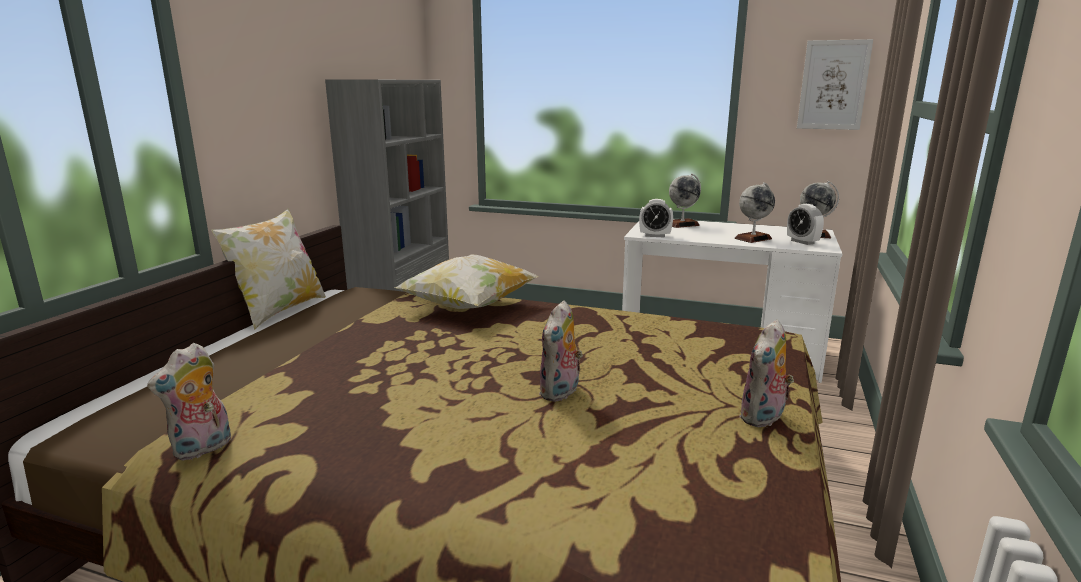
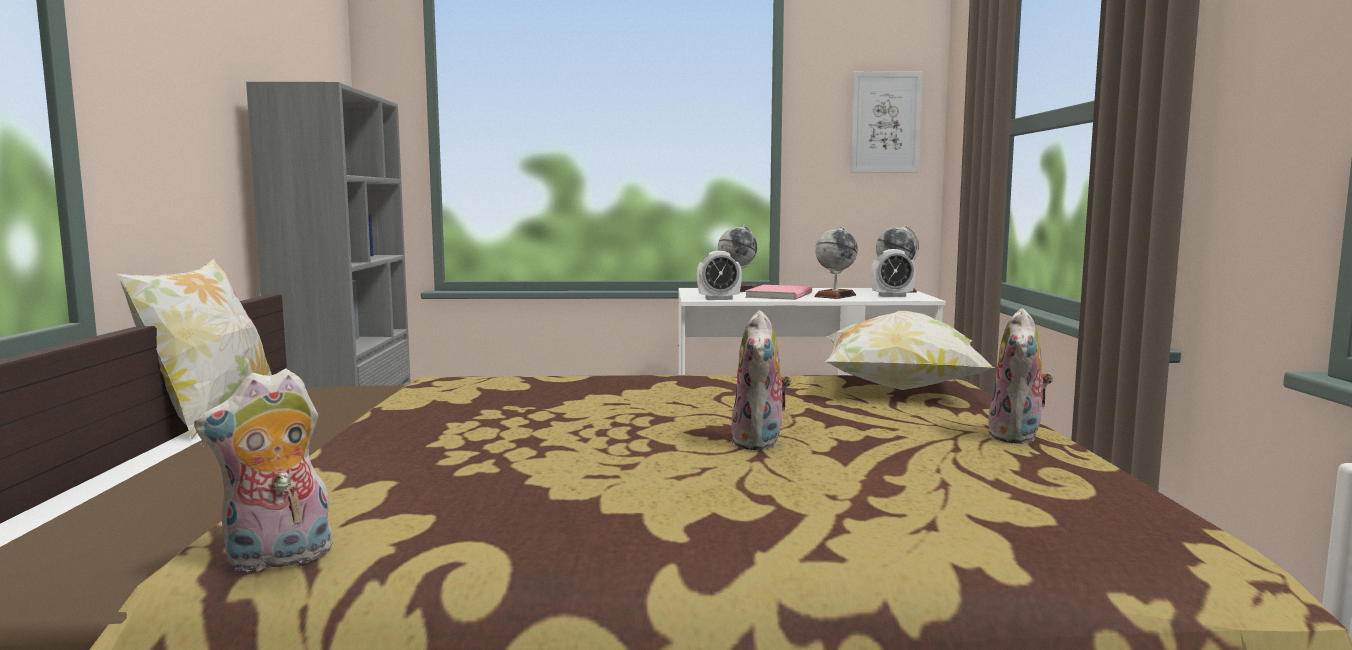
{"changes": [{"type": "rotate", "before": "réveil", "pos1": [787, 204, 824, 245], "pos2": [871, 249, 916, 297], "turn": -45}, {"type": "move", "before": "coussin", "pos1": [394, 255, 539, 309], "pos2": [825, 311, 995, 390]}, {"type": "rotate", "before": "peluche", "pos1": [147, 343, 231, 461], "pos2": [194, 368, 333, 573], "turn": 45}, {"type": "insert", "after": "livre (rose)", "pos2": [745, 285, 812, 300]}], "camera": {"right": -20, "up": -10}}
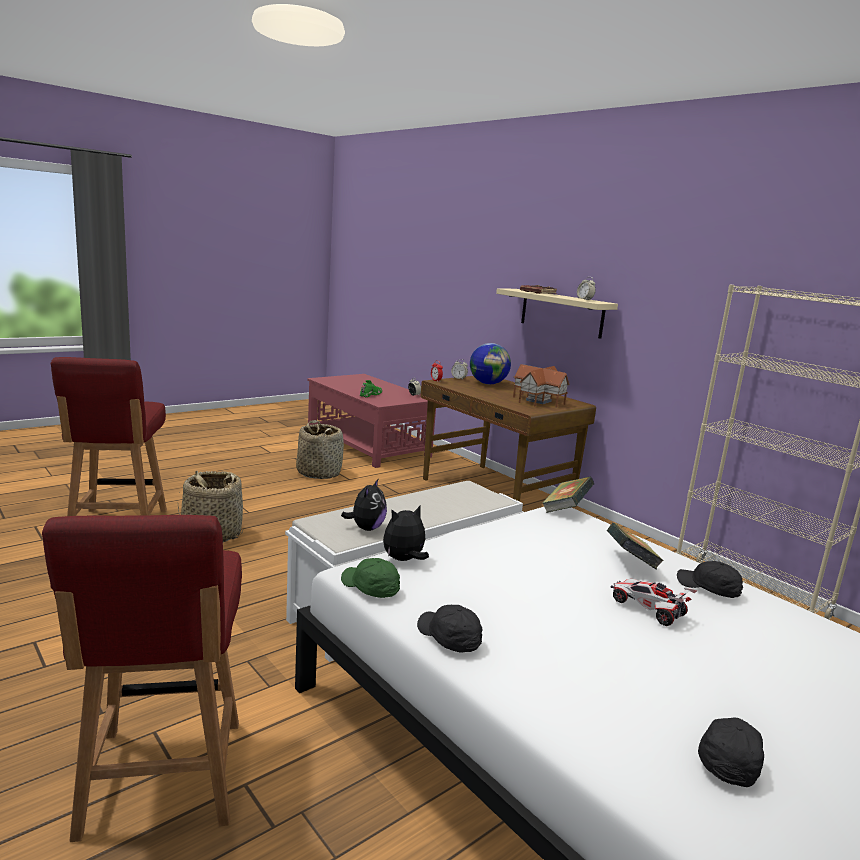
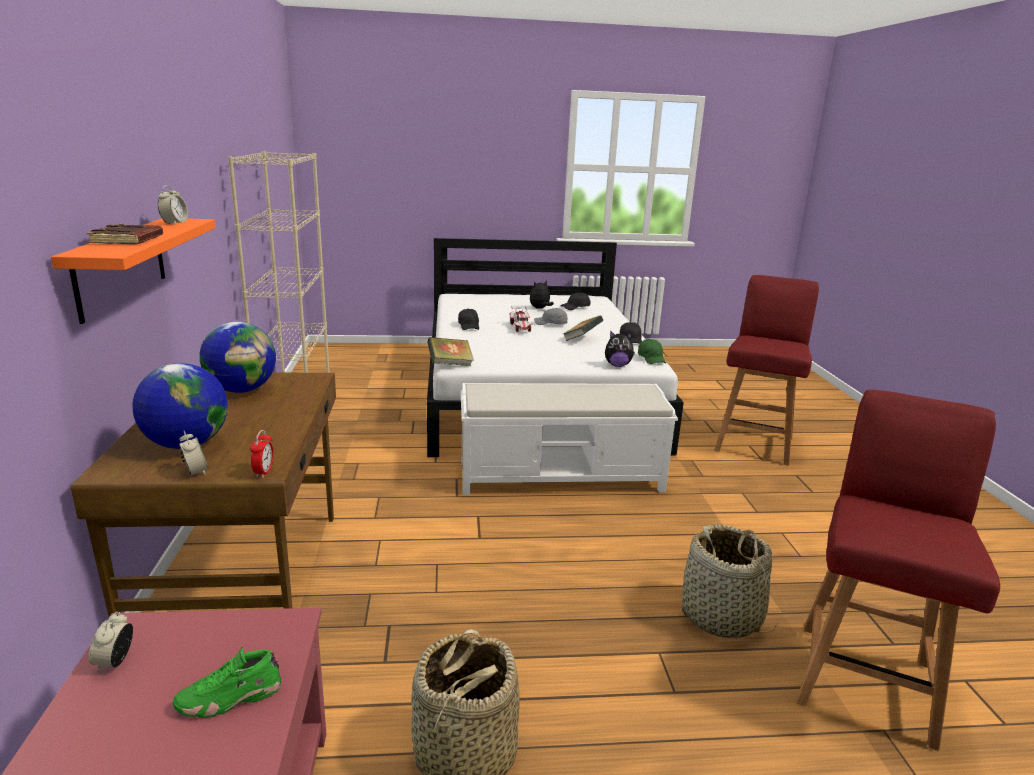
{"changes": [{"type": "recolor", "before": "étagère (beige)", "after": "étagère (orange)", "pos1": [496, 288, 618, 339], "pos2": [51, 219, 216, 324]}, {"type": "replace", "before": "maison miniature", "after": "globe", "pos1": [513, 364, 570, 407], "pos2": [200, 322, 276, 393]}, {"type": "move", "before": "peluche", "pos1": [341, 478, 387, 531], "pos2": [530, 280, 554, 309]}, {"type": "move", "before": "livre", "pos1": [607, 523, 664, 570], "pos2": [562, 315, 603, 341]}, {"type": "insert", "after": "casquette (gris)", "pos2": [534, 308, 568, 325]}], "camera": {"right": -145, "up": 5}}
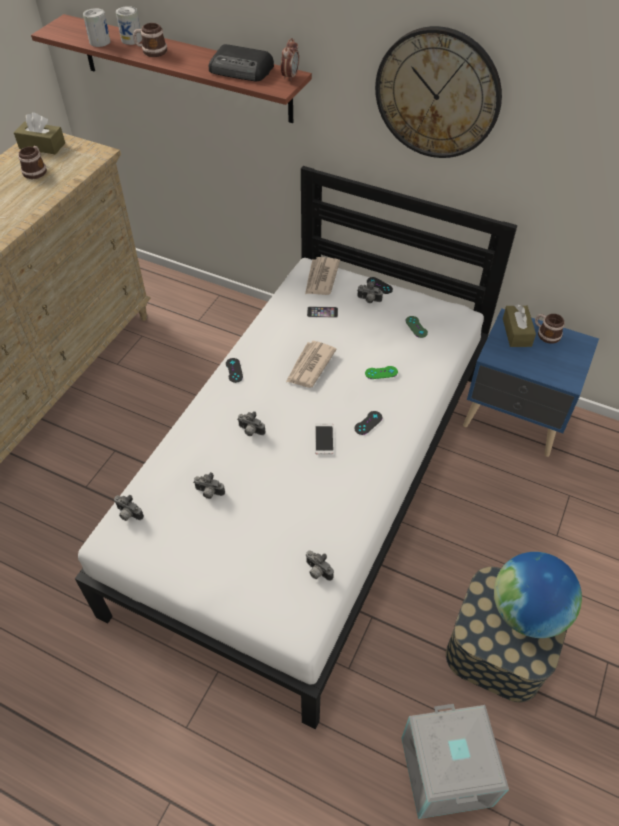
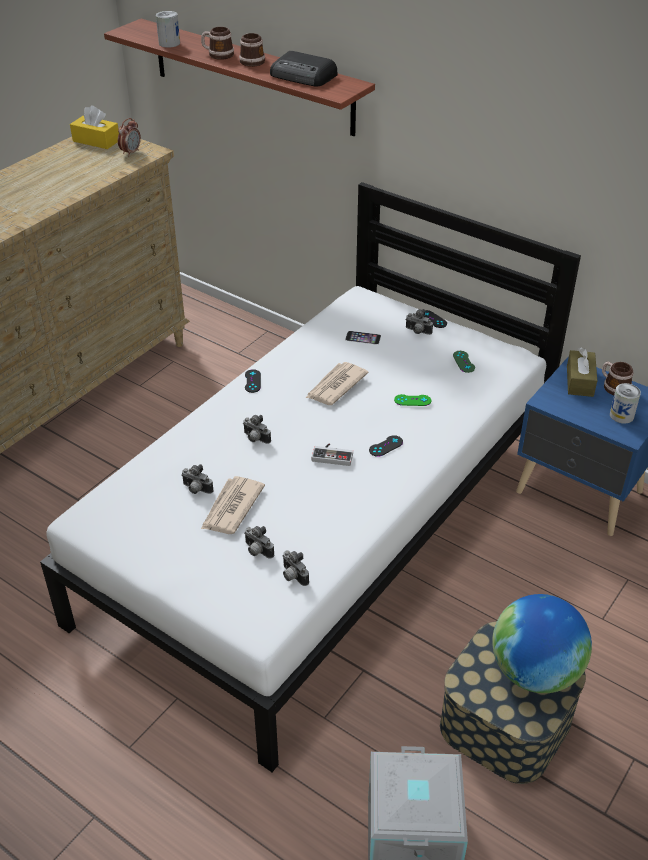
{"changes": [{"type": "move", "before": "boîte métallique", "pos1": [116, 6, 142, 45], "pos2": [610, 383, 641, 424]}, {"type": "delete", "before": "horloge murale", "pos1": [375, 26, 502, 158]}, {"type": "move", "before": "réveil", "pos1": [281, 38, 299, 82], "pos2": [118, 118, 141, 156]}, {"type": "recolor", "before": "boîte à mouchoirs (marron)", "after": "boîte à mouchoirs (jaune)", "pos1": [14, 112, 65, 155], "pos2": [70, 105, 119, 149]}, {"type": "move", "before": "mug", "pos1": [18, 146, 47, 179], "pos2": [239, 33, 265, 67]}, {"type": "move", "before": "journal", "pos1": [305, 257, 340, 295], "pos2": [201, 476, 265, 534]}, {"type": "replace", "before": "téléphone", "after": "manette", "pos1": [315, 423, 334, 455], "pos2": [312, 443, 353, 466]}, {"type": "move", "before": "appareil photo", "pos1": [114, 495, 144, 521], "pos2": [244, 526, 274, 559]}], "camera": {"right": 10, "up": -10}}
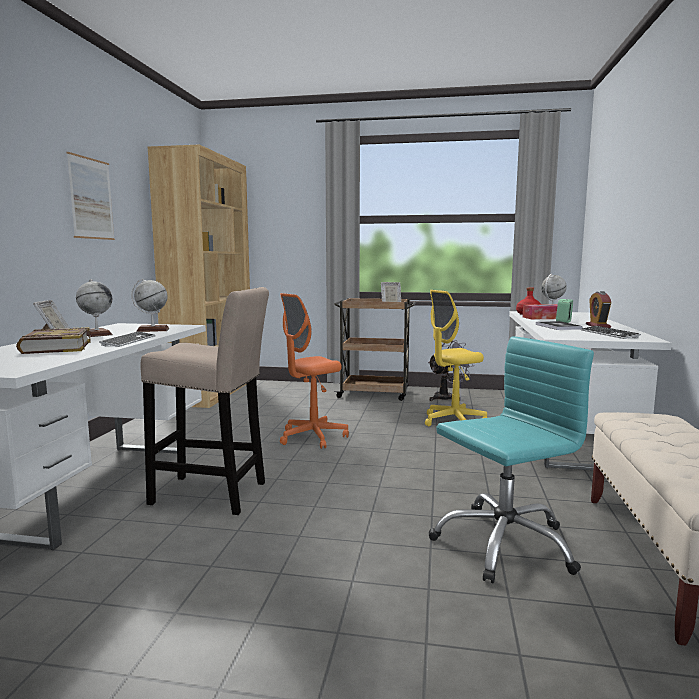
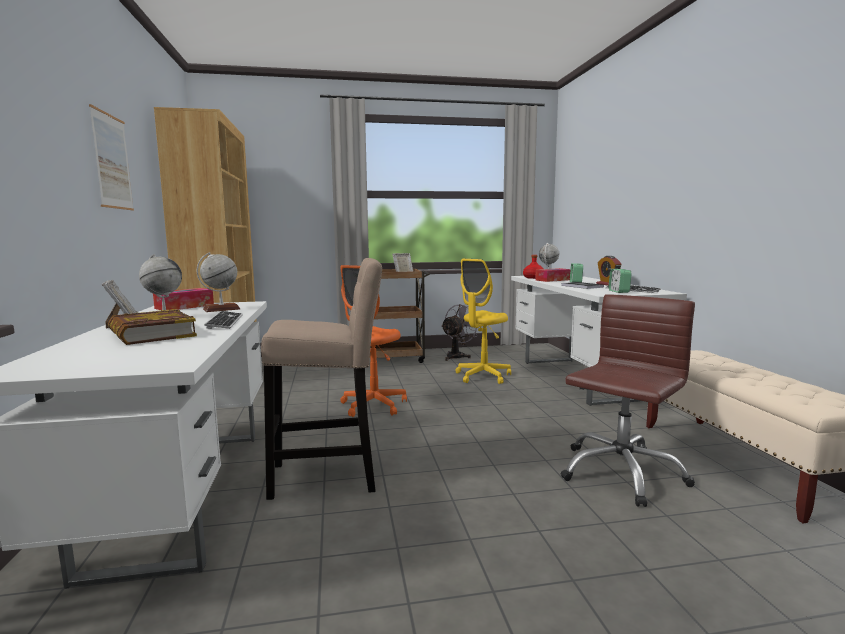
{"changes": [{"type": "recolor", "before": "chaise de bureau (turquoise)", "after": "chaise de bureau (marron)", "pos1": [429, 336, 594, 583], "pos2": [561, 294, 695, 507]}, {"type": "insert", "after": "réveil", "pos2": [608, 269, 632, 293]}, {"type": "insert", "after": "boîte à mouchoirs", "pos2": [153, 288, 214, 310]}], "camera": {"right": -20, "up": 0}}
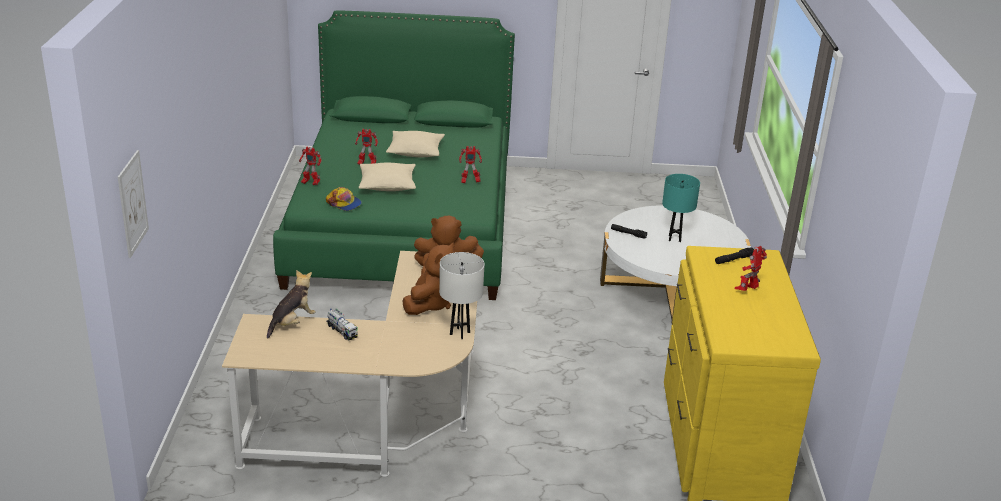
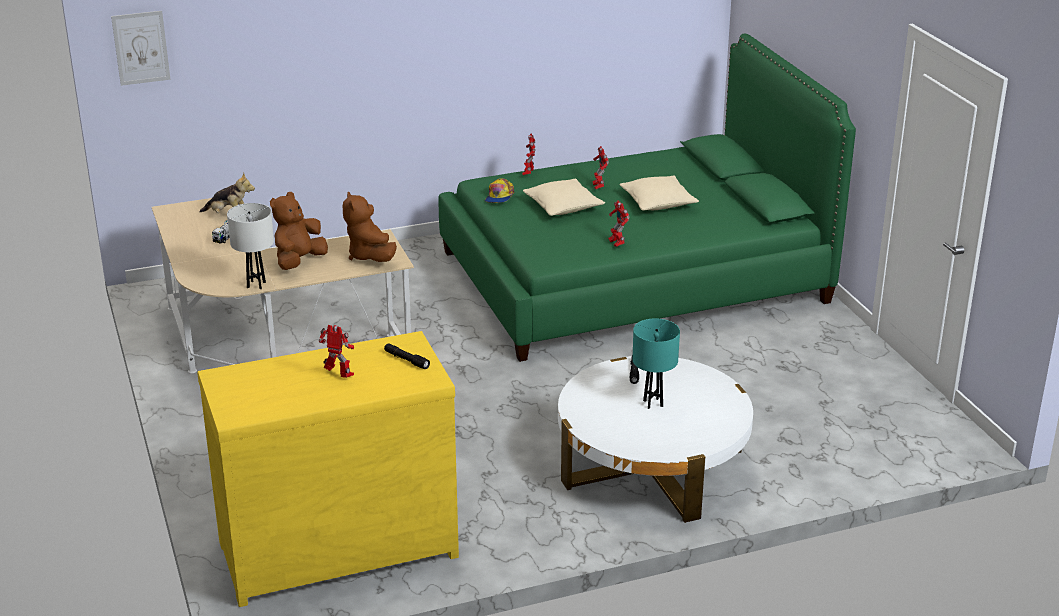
{"changes": [{"type": "rotate", "before": "peluche (marron)", "pos1": [403, 242, 454, 315], "pos2": [270, 192, 328, 270], "turn": 120}], "camera": {"right": 70, "up": 0}}
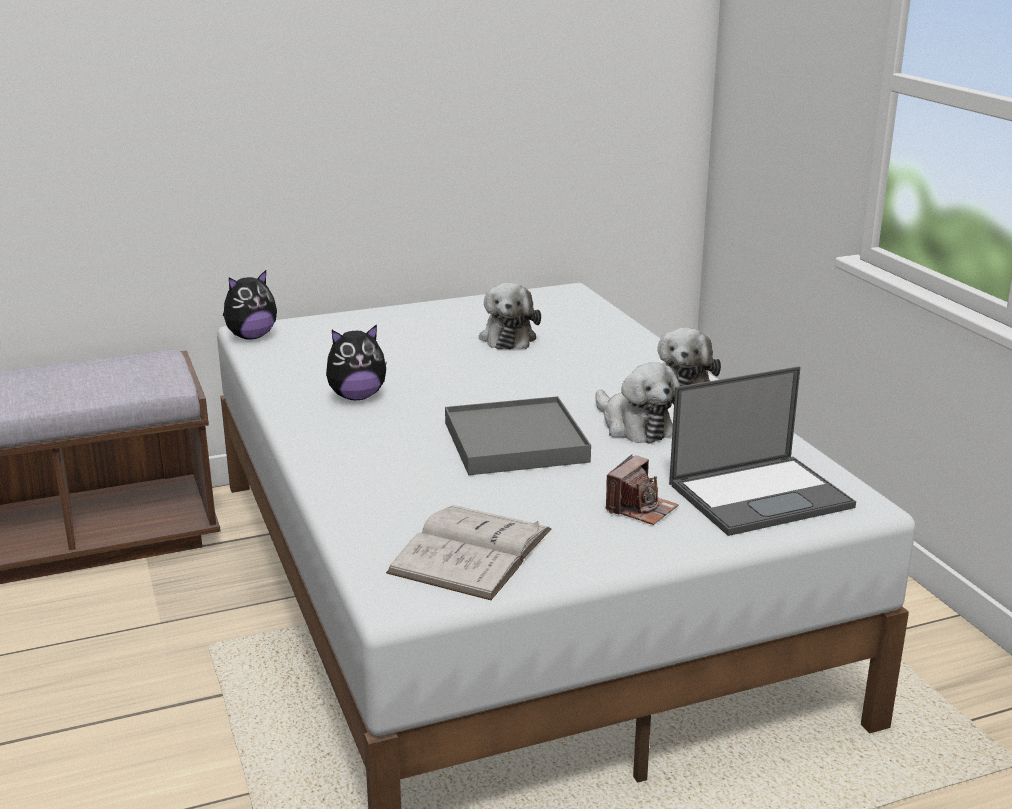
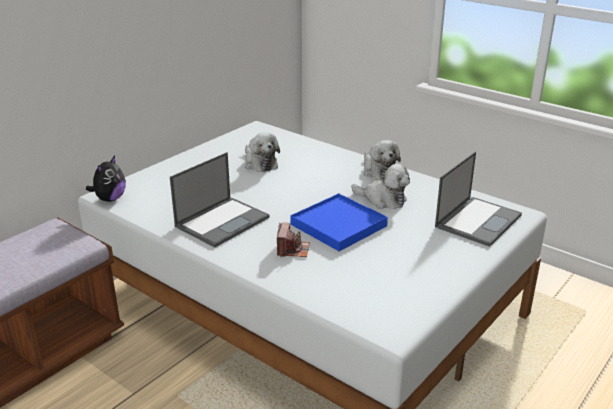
{"changes": [{"type": "replace", "before": "peluche", "after": "ordinateur portable", "pos1": [326, 324, 387, 400], "pos2": [170, 152, 270, 247]}, {"type": "recolor", "before": "plateau (gris)", "after": "plateau (bleu)", "pos1": [445, 396, 591, 475], "pos2": [290, 193, 388, 251]}, {"type": "move", "before": "appareil photo", "pos1": [606, 455, 679, 525], "pos2": [277, 222, 310, 257]}, {"type": "delete", "before": "livre (blanc)", "pos1": [386, 505, 552, 600]}], "camera": {"right": -30, "up": 5}}
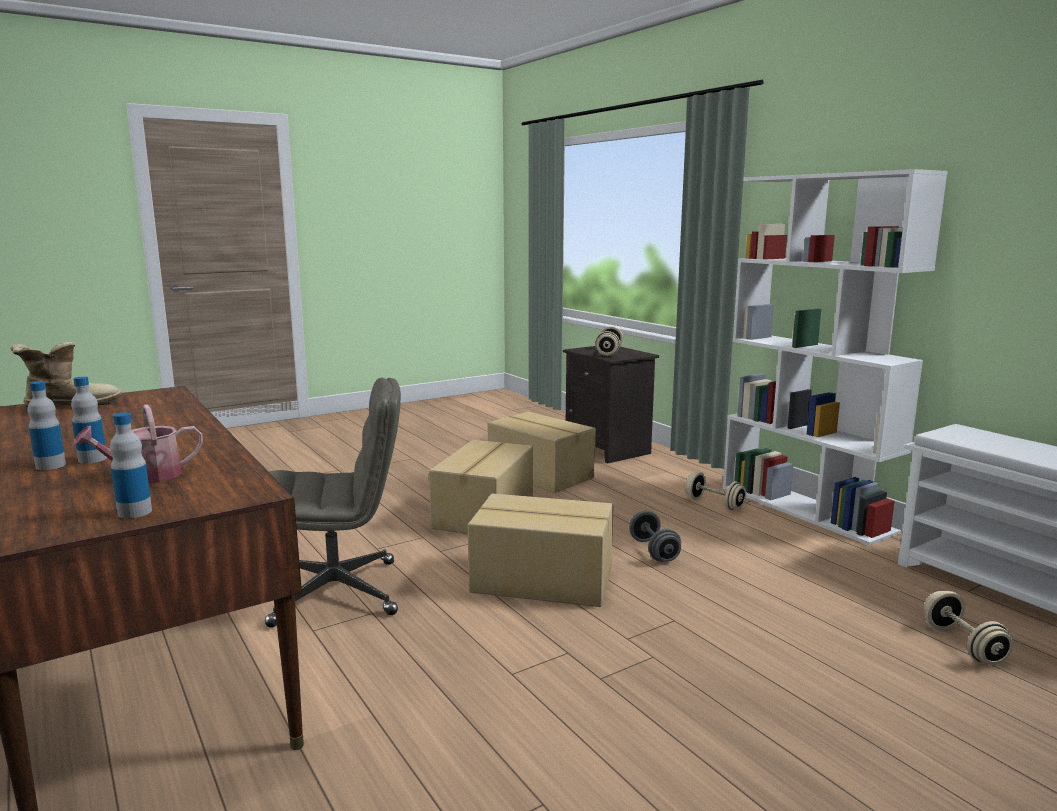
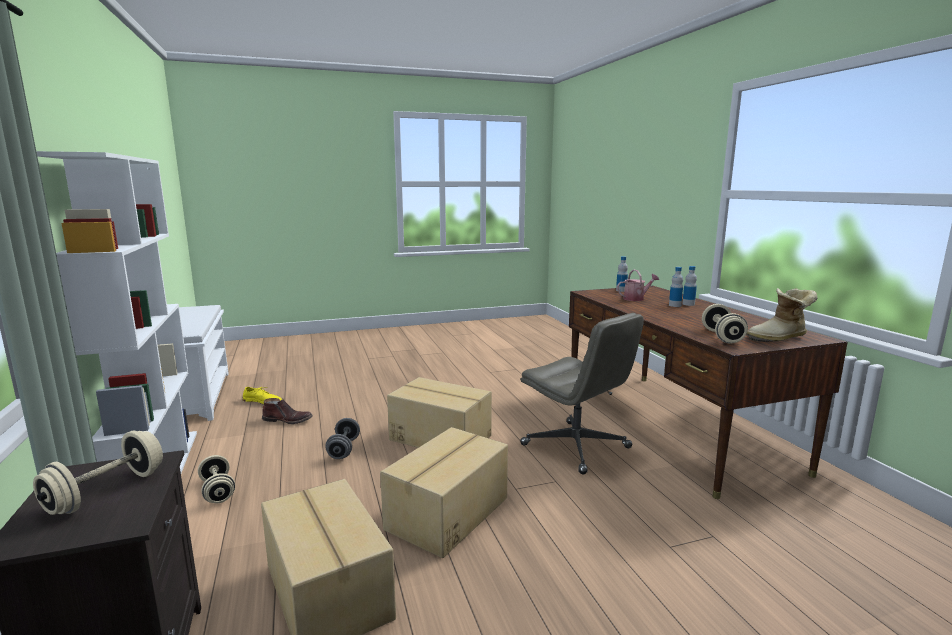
{"changes": [{"type": "rotate", "before": "chaise de bureau (gris)", "pos1": [265, 378, 401, 628], "pos2": [520, 313, 644, 475], "turn": -135}, {"type": "move", "before": "haltère (beige)", "pos1": [923, 591, 1013, 664], "pos2": [702, 304, 748, 344]}, {"type": "insert", "after": "chaussure (jaune)", "pos2": [243, 387, 282, 405]}, {"type": "insert", "after": "botte (marron)", "pos2": [262, 398, 313, 424]}], "camera": {"right": -165, "up": 0}}
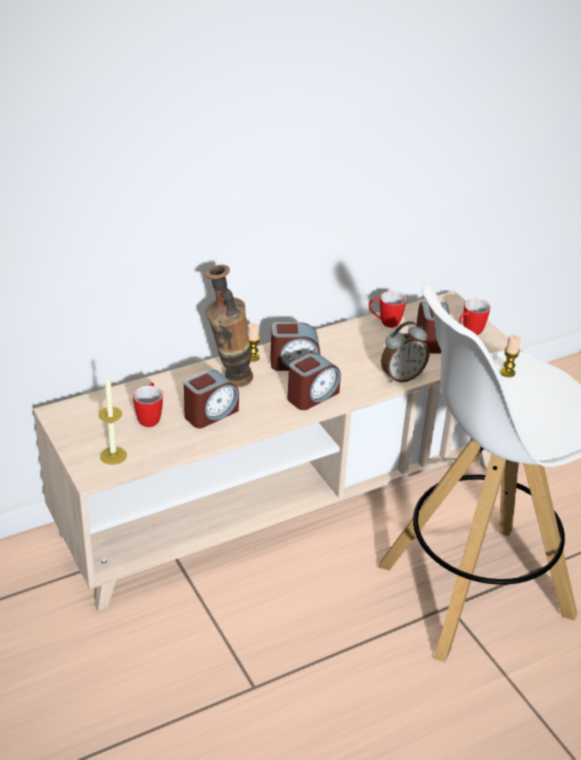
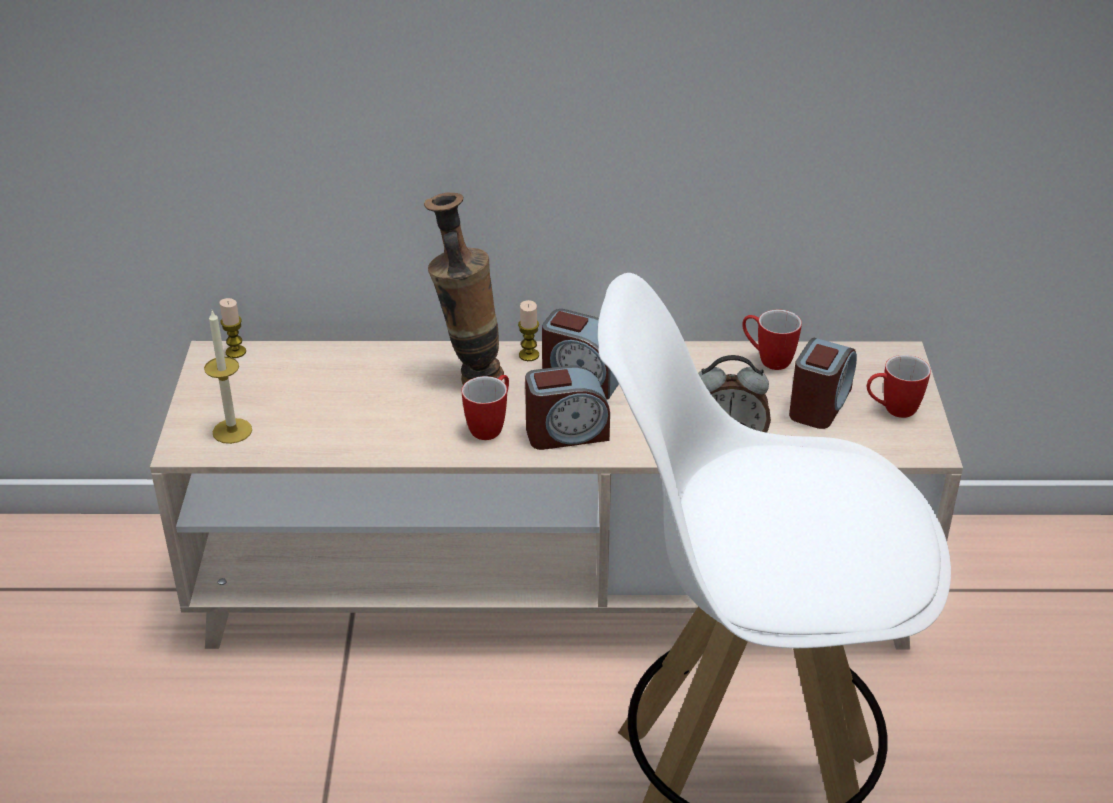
{"changes": [{"type": "move", "before": "bougie", "pos1": [500, 334, 521, 377], "pos2": [220, 298, 246, 358]}, {"type": "delete", "before": "réveil", "pos1": [184, 370, 239, 428]}, {"type": "move", "before": "mug", "pos1": [133, 382, 163, 427], "pos2": [462, 375, 509, 440]}], "camera": {"right": 30, "up": 0}}
